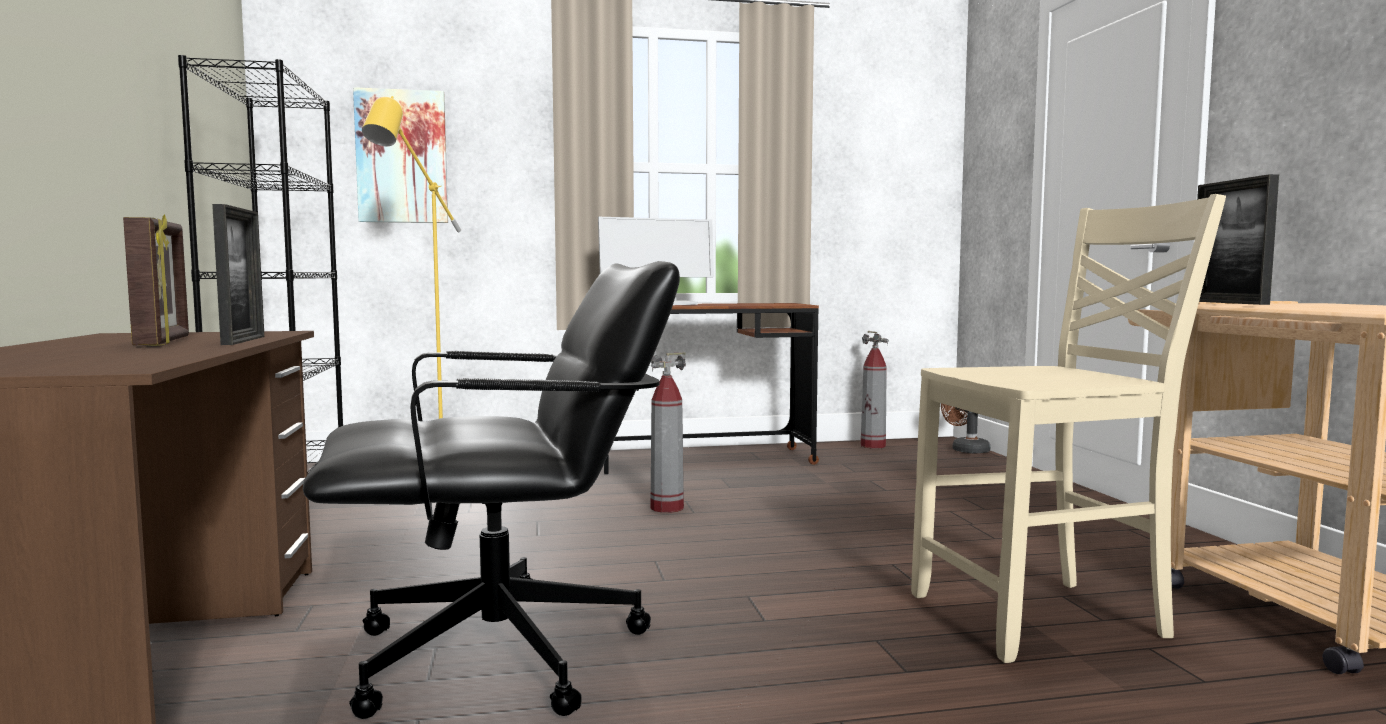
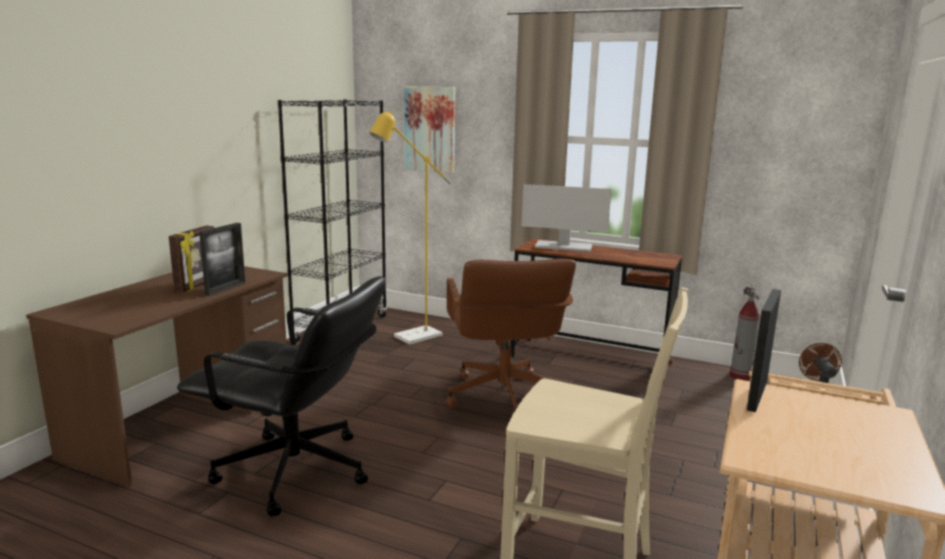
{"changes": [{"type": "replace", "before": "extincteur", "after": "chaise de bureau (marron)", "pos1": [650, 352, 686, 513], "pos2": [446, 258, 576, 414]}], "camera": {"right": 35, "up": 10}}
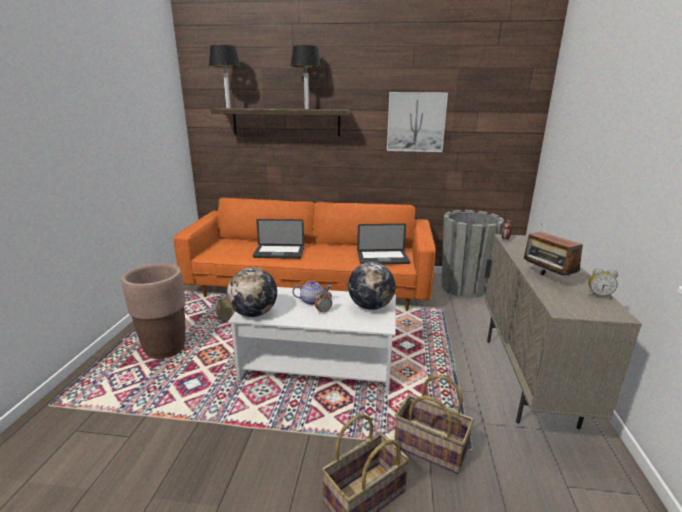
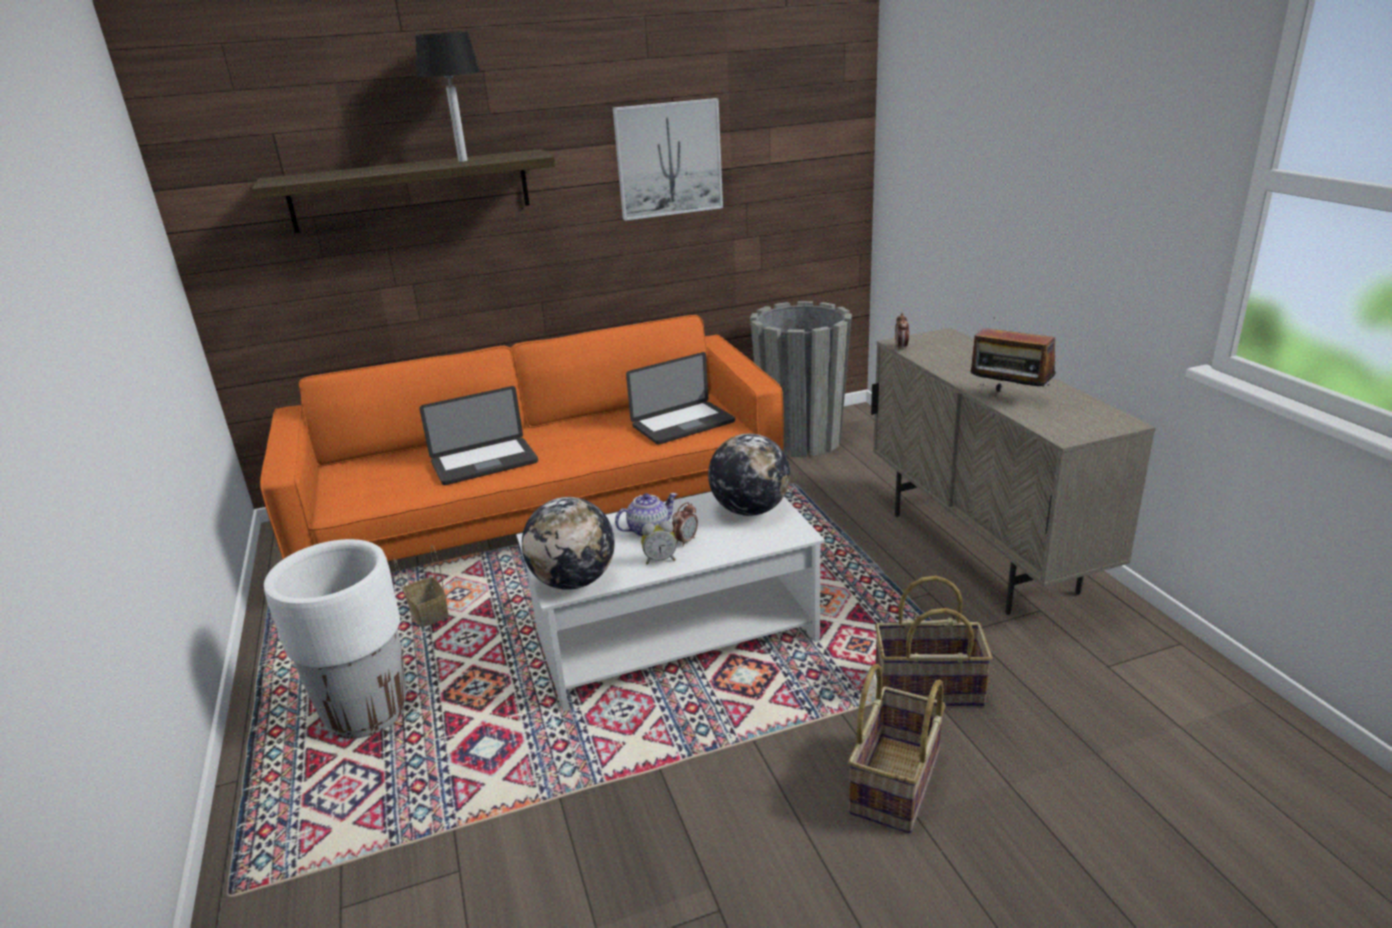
{"changes": [{"type": "delete", "before": "lampe de table", "pos1": [209, 45, 240, 109]}, {"type": "recolor", "before": "cache-pot (marron)", "after": "cache-pot (blanc)", "pos1": [121, 263, 186, 359], "pos2": [264, 539, 406, 739]}, {"type": "move", "before": "réveil", "pos1": [588, 268, 618, 299], "pos2": [641, 521, 677, 565]}], "camera": {"right": -25, "up": 5}}
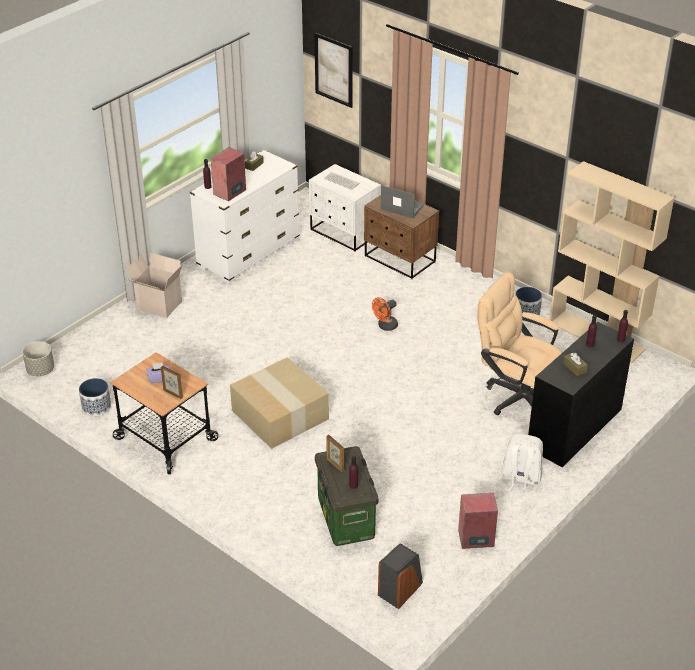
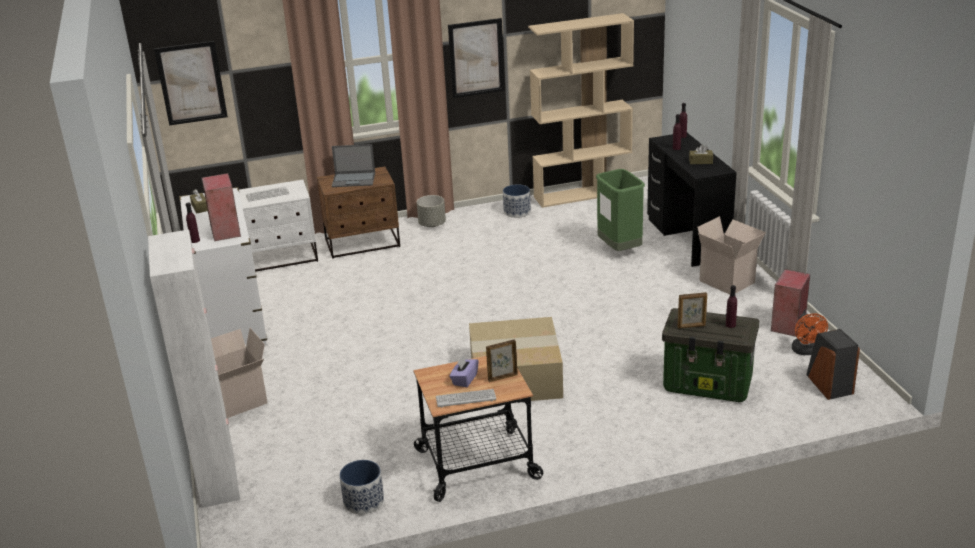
{"changes": [{"type": "rotate", "before": "ordinateur portable", "pos1": [381, 185, 424, 218], "pos2": [332, 144, 375, 187], "turn": -150}, {"type": "replace", "before": "chaise de bureau (beige)", "after": "poubelle (vert)", "pos1": [477, 272, 562, 415], "pos2": [596, 169, 645, 251]}, {"type": "move", "before": "ventilateur (orange)", "pos1": [372, 297, 398, 331], "pos2": [792, 313, 828, 355]}, {"type": "move", "before": "cache-pot (gris)", "pos1": [22, 341, 54, 376], "pos2": [417, 195, 446, 227]}, {"type": "replace", "before": "sac à dos (blanc)", "after": "carton", "pos1": [501, 434, 543, 495], "pos2": [697, 216, 766, 295]}, {"type": "insert", "after": "tableau", "pos2": [448, 18, 505, 98]}, {"type": "insert", "after": "meuble de rangement (blanc)", "pos2": [148, 230, 240, 508]}, {"type": "insert", "after": "clavier", "pos2": [436, 389, 496, 407]}], "camera": {"right": -55, "up": -10}}
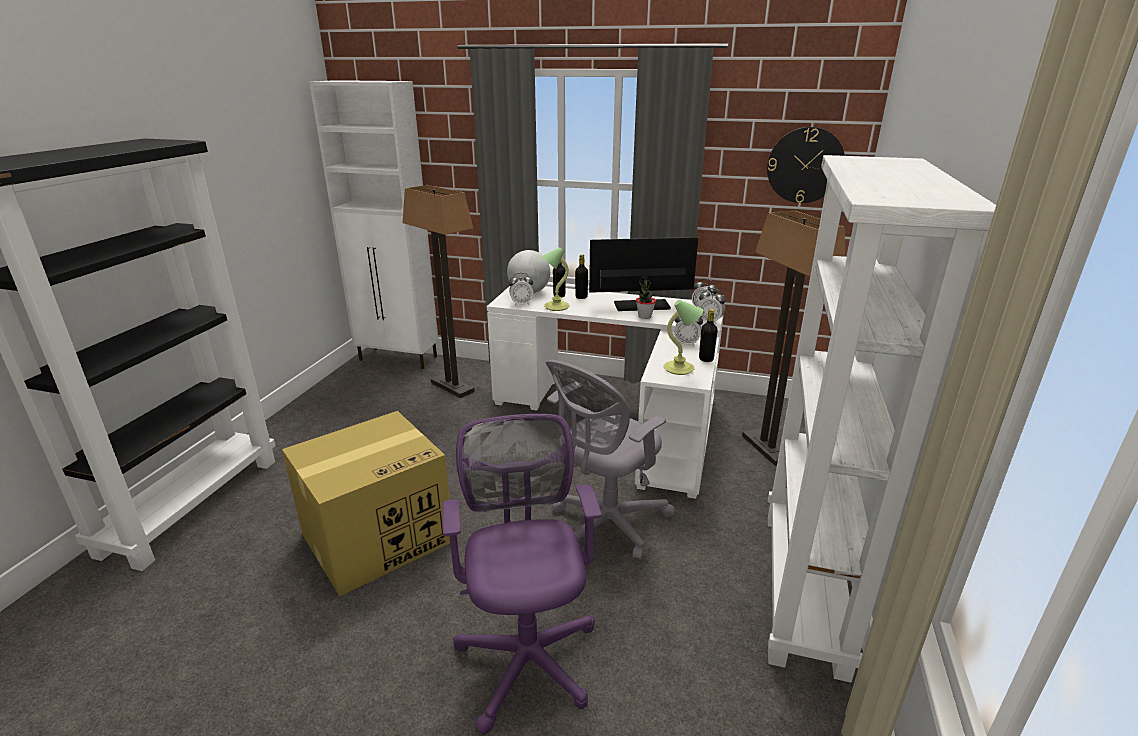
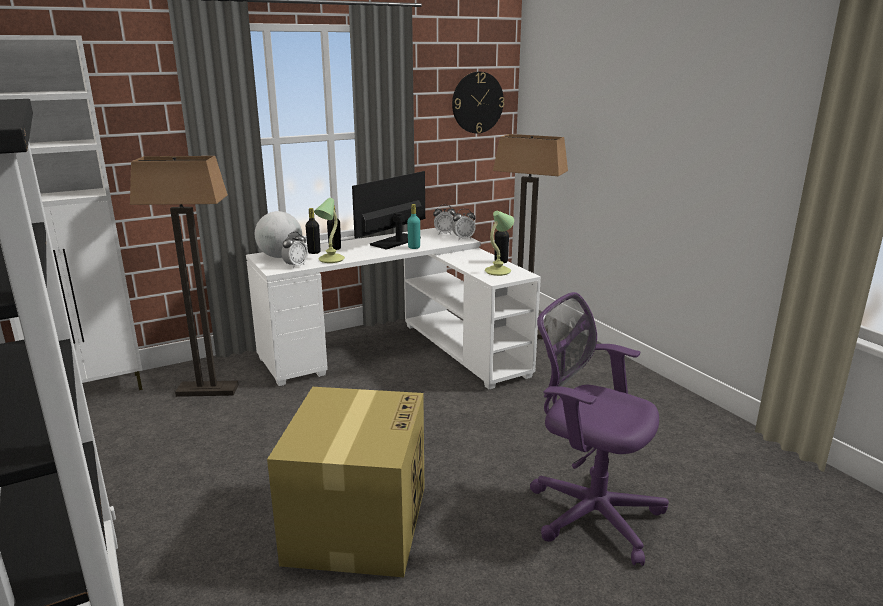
{"changes": [{"type": "delete", "before": "bibliothèque (blanc)", "pos1": [768, 155, 996, 683]}, {"type": "replace", "before": "plante en pot", "after": "bouteille (turquoise)", "pos1": [636, 279, 656, 319], "pos2": [407, 204, 420, 249]}, {"type": "delete", "before": "réveil", "pos1": [674, 315, 703, 346]}, {"type": "delete", "before": "chaise de bureau (gris)", "pos1": [546, 360, 675, 561]}], "camera": {"right": -45, "up": -5}}
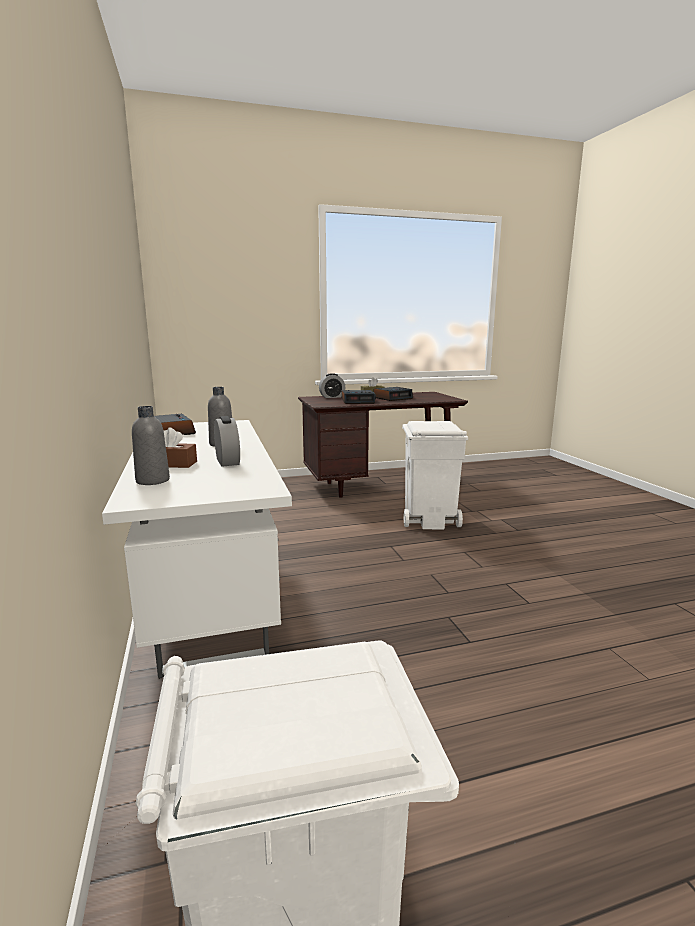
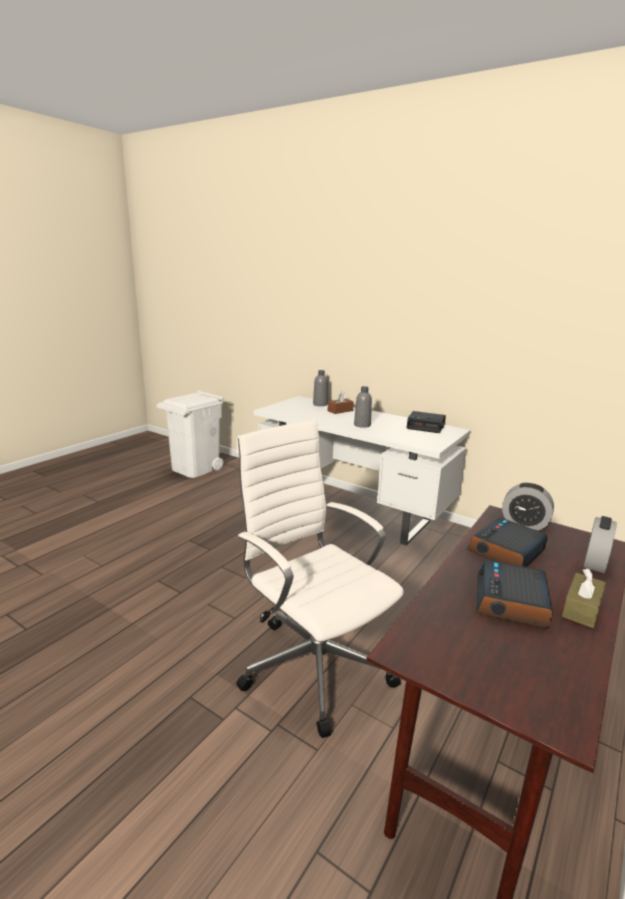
{"changes": [{"type": "move", "before": "réveil", "pos1": [214, 416, 240, 467], "pos2": [502, 483, 554, 530]}, {"type": "replace", "before": "poubelle (blanc)", "after": "chaise de bureau (blanc)", "pos1": [402, 421, 468, 529], "pos2": [236, 420, 404, 738]}], "camera": {"right": 140, "up": 5}}
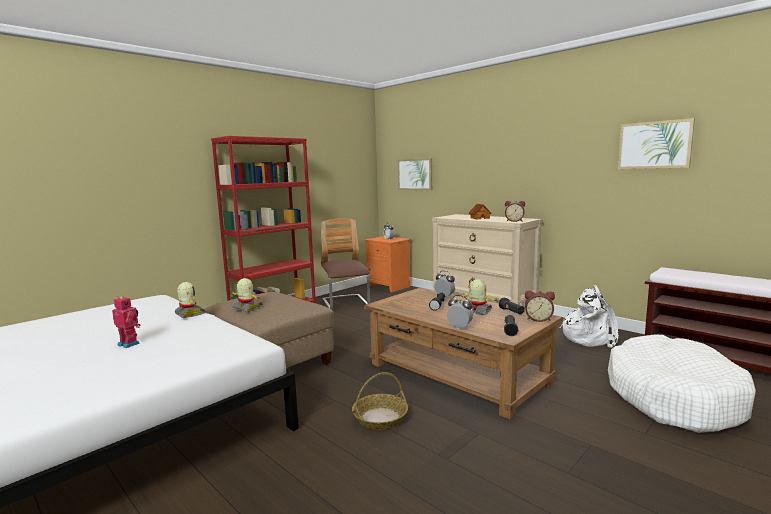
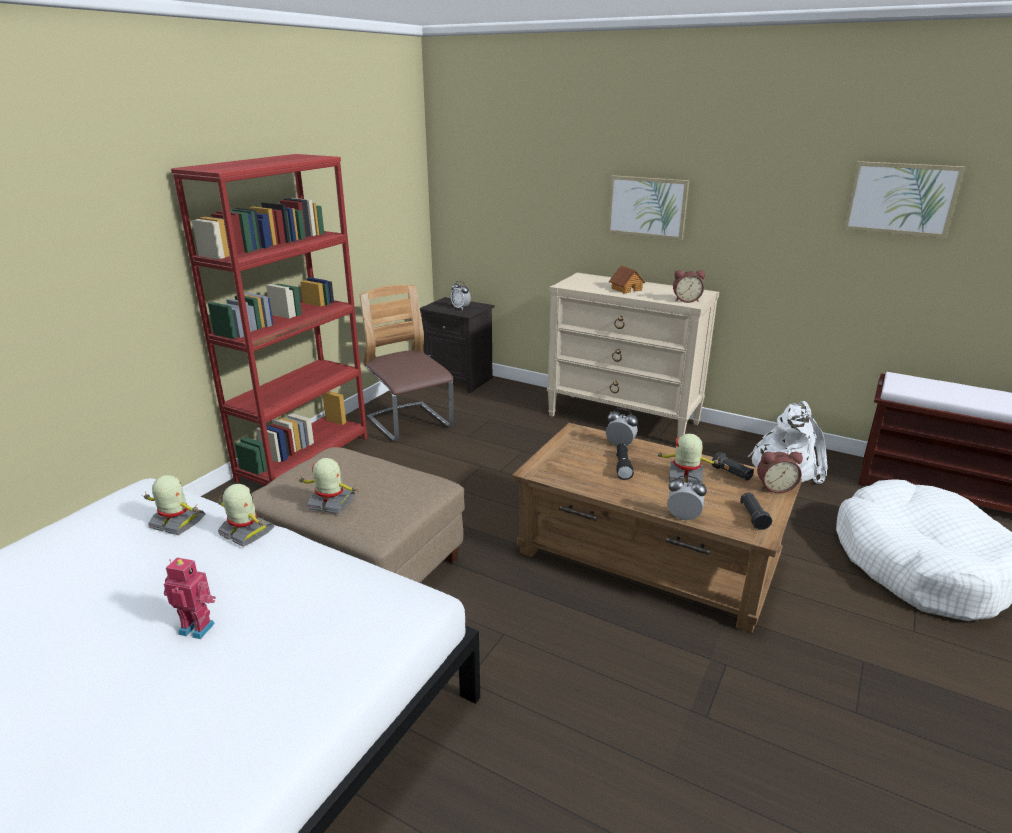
{"changes": [{"type": "move", "before": "tableau", "pos1": [398, 158, 432, 190], "pos2": [607, 175, 690, 240]}, {"type": "recolor", "before": "table de chevet (orange)", "after": "table de chevet (noir)", "pos1": [364, 236, 411, 292], "pos2": [420, 297, 495, 393]}, {"type": "delete", "before": "panier", "pos1": [352, 372, 408, 430]}, {"type": "insert", "after": "robot jouet", "pos2": [143, 475, 206, 535]}], "camera": {"right": -15, "up": 15}}
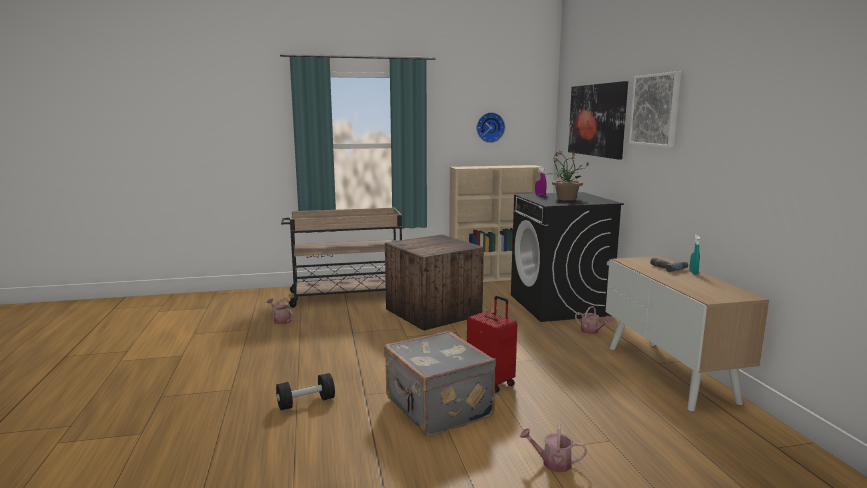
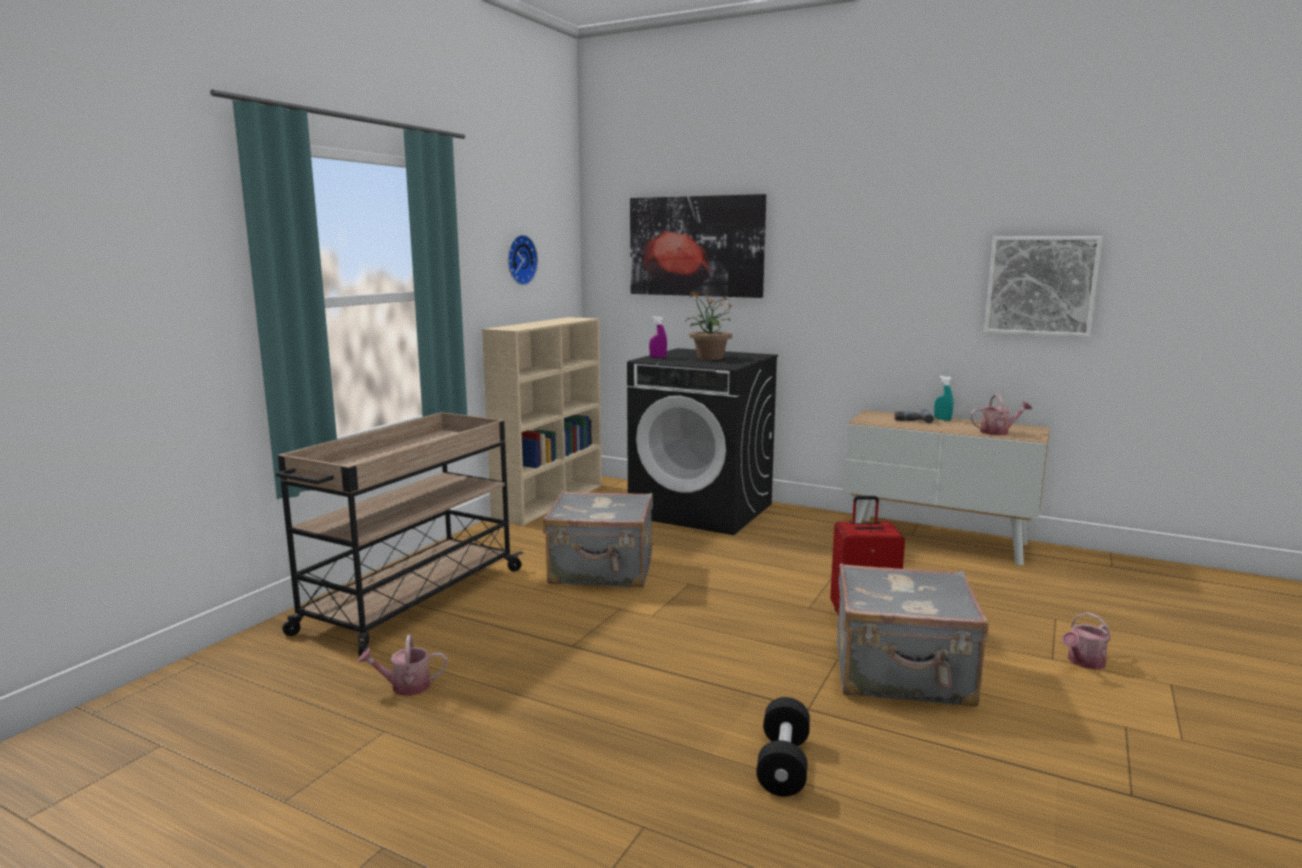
{"changes": [{"type": "move", "before": "tableau", "pos1": [629, 71, 681, 148], "pos2": [984, 236, 1102, 338]}, {"type": "replace", "before": "caisse", "after": "valise (gris)", "pos1": [385, 234, 484, 331], "pos2": [543, 491, 653, 588]}, {"type": "move", "before": "arrosoir", "pos1": [575, 306, 613, 334], "pos2": [970, 394, 1032, 435]}], "camera": {"right": -50, "up": 0}}
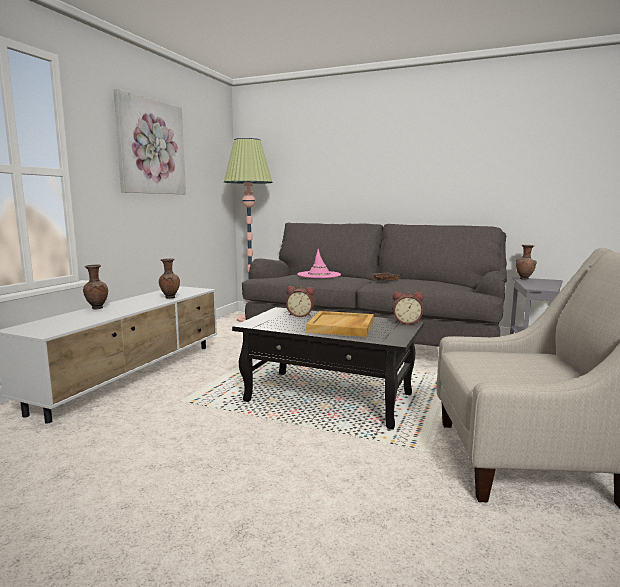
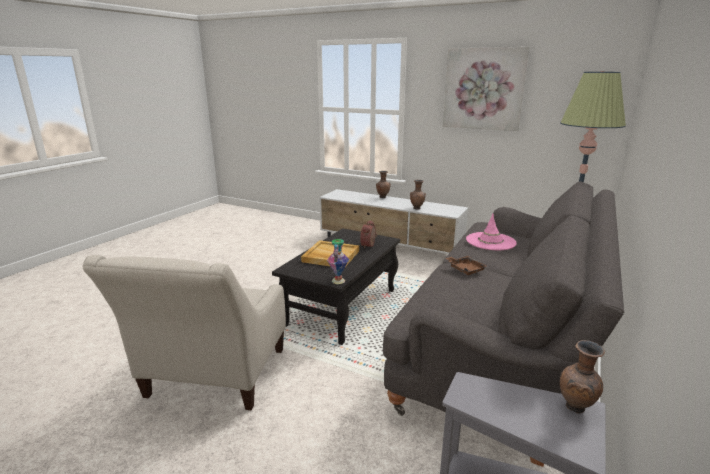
{"changes": [{"type": "replace", "before": "réveil", "after": "vase", "pos1": [393, 292, 424, 325], "pos2": [327, 239, 349, 284]}], "camera": {"right": 95, "up": 10}}
